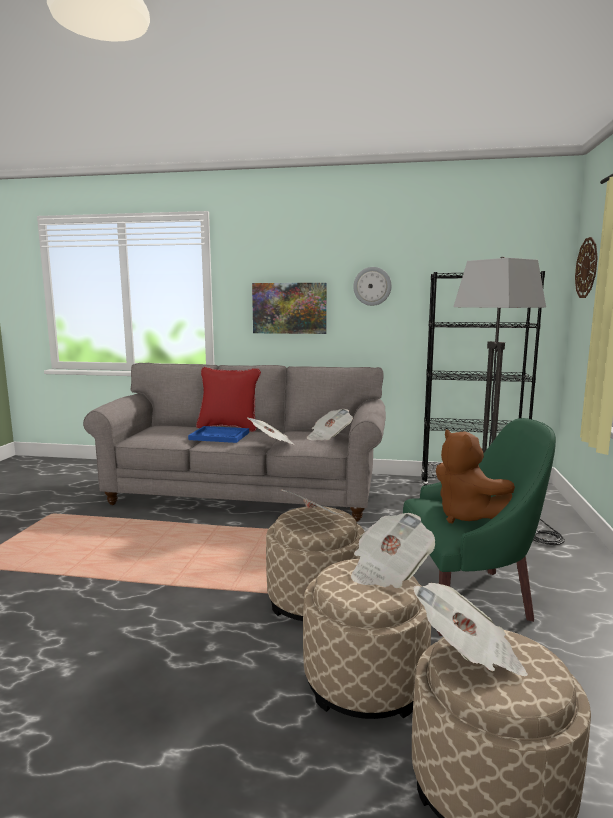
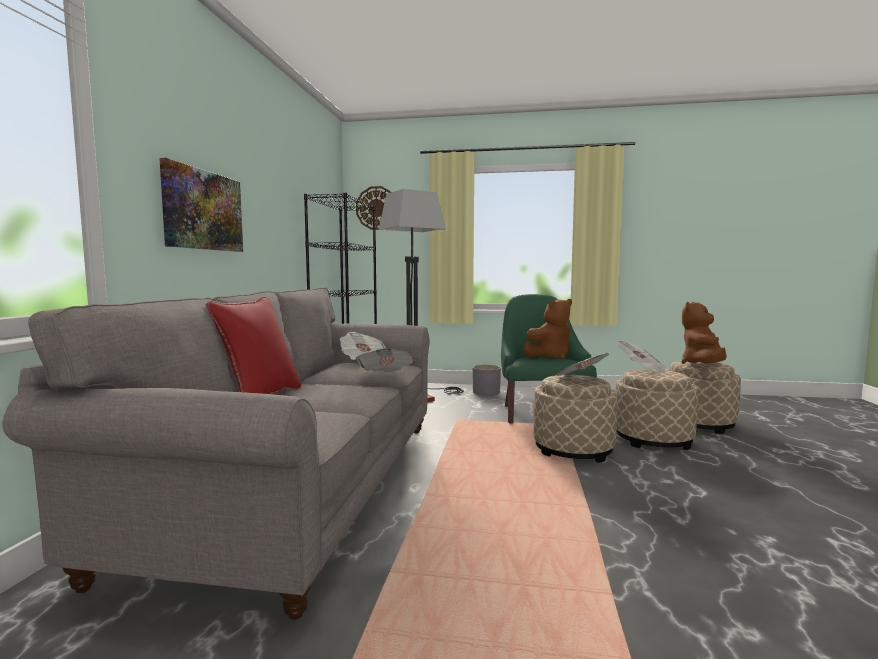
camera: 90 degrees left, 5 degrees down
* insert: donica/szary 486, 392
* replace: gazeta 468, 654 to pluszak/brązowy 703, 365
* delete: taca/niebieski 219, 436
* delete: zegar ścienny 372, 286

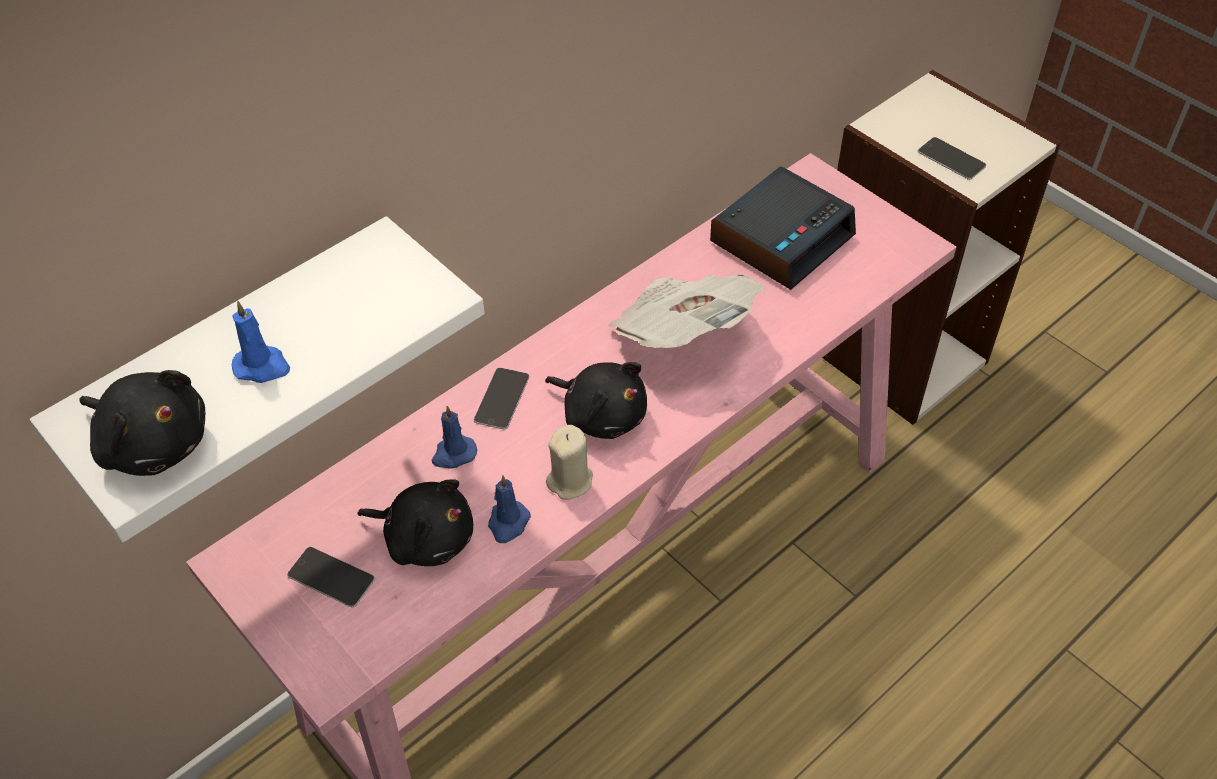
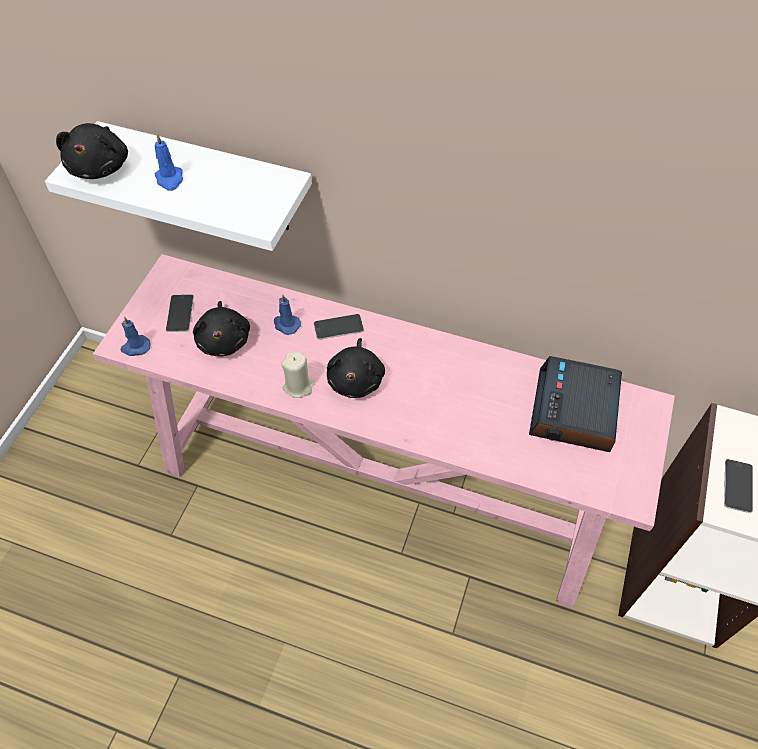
camera: 60 degrees right, 5 degrees up
* move: świeca/niebieski 508, 523 to 135, 347
* rotate: budzik 781, 238 = 574, 411 90 degrees clockwise
* delete: gazeta 683, 333

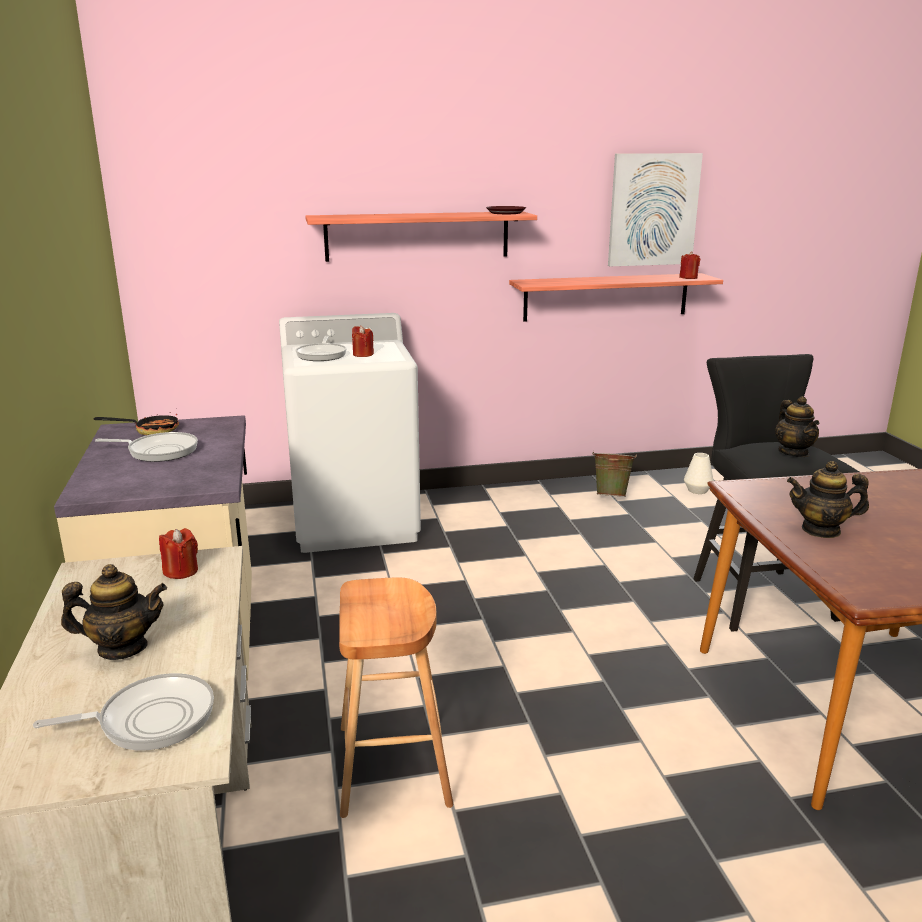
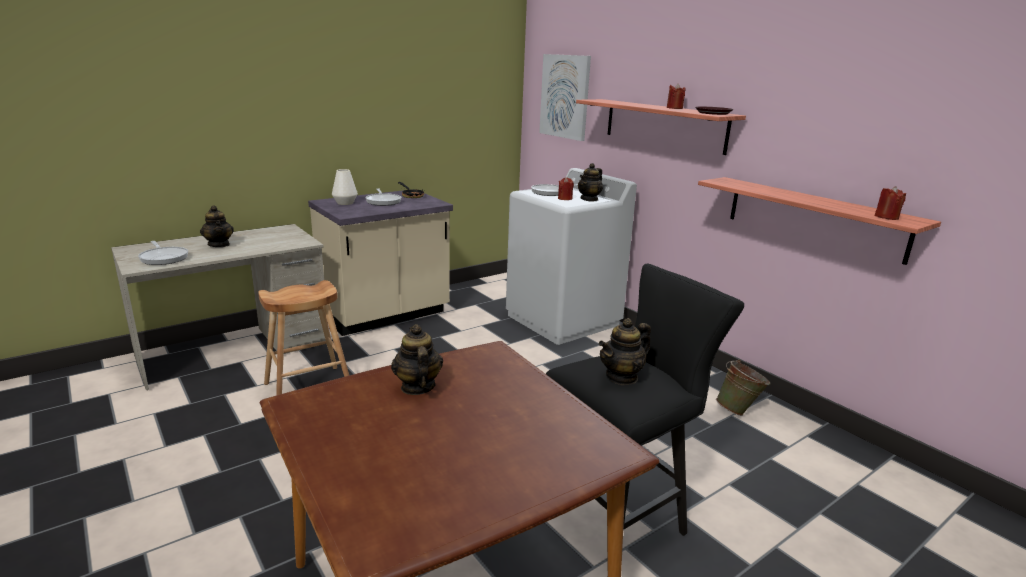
camera: 65 degrees right, 0 degrees up
* move: wazon/biały 697, 490 to 345, 203
* move: obraz 653, 210 to 565, 96
* insert: imbryk 589, 199
* move: świeca/czerwony 181, 571 to 674, 108

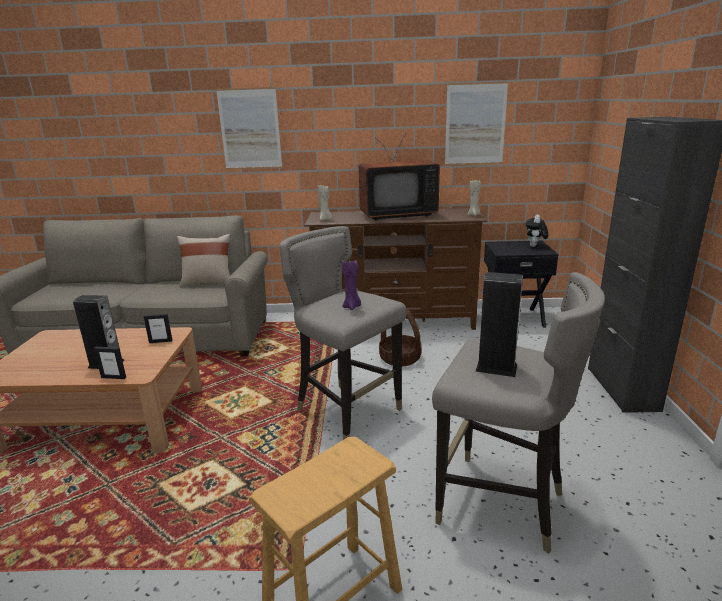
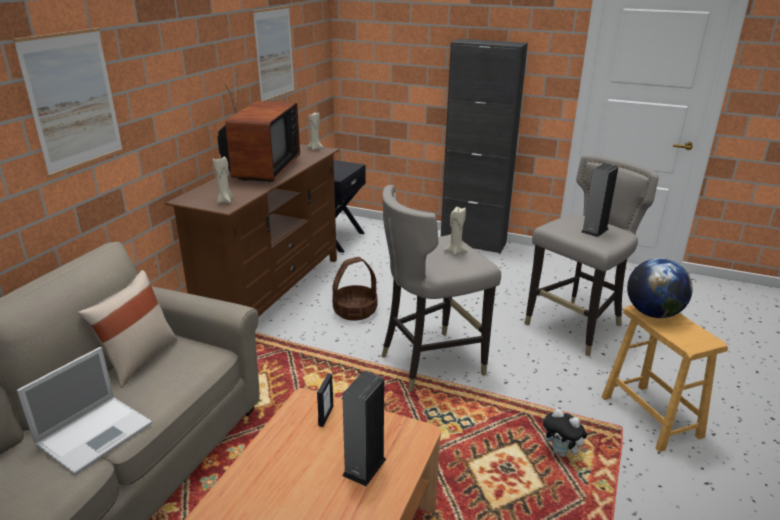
camera: 70 degrees left, 5 degrees up
* insert: laptop 96, 432
* recolor: świeca/fioletowy 352, 307 to świeca/beżowy 455, 252
* move: pluszak 535, 246 to 562, 452
* insert: globus 653, 313
* delete: ramka na zdjęcie 113, 377

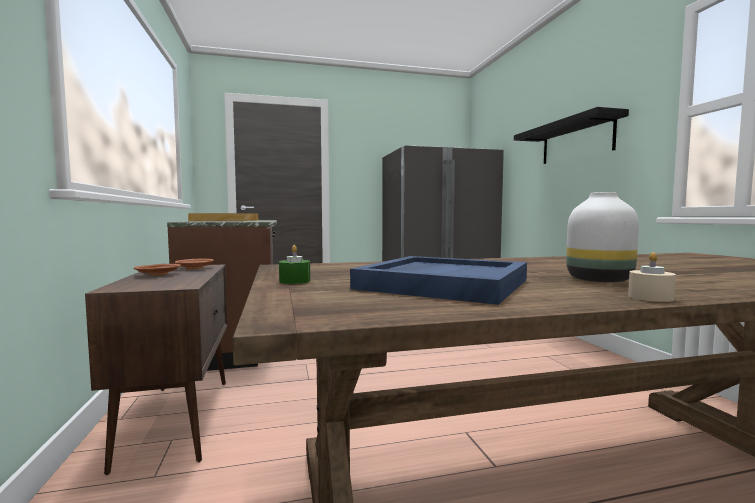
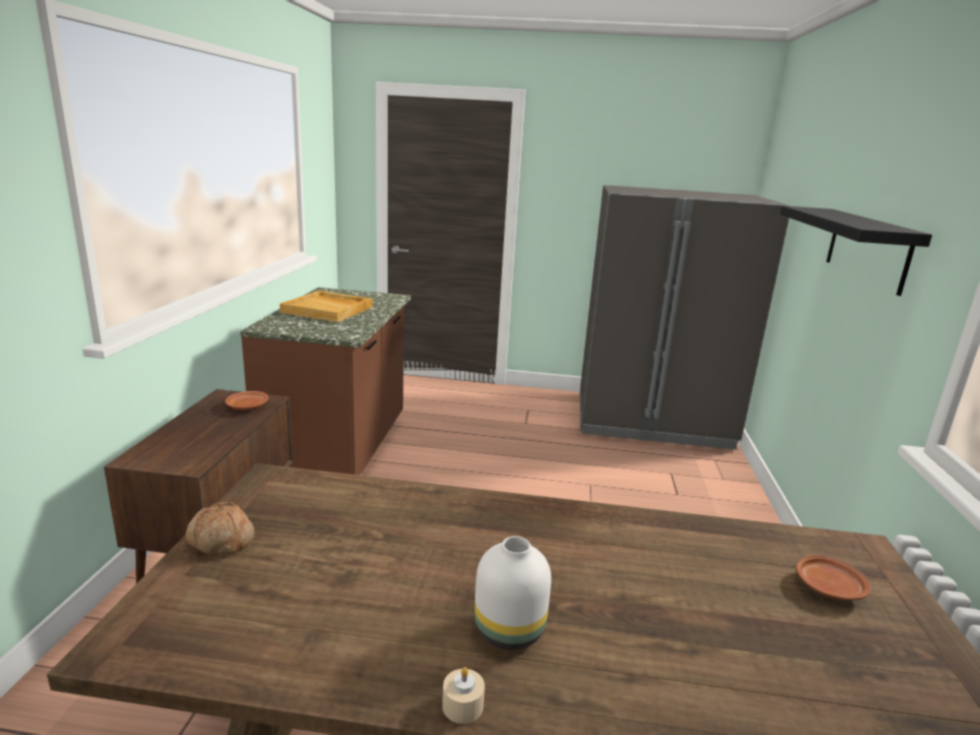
camera: 20 degrees right, 15 degrees up
* replace: świeca/zielony 294, 281 to chleb 220, 540
* move: talerz/brązowy 158, 274 to 829, 587
* delete: taca/niebieski 443, 284

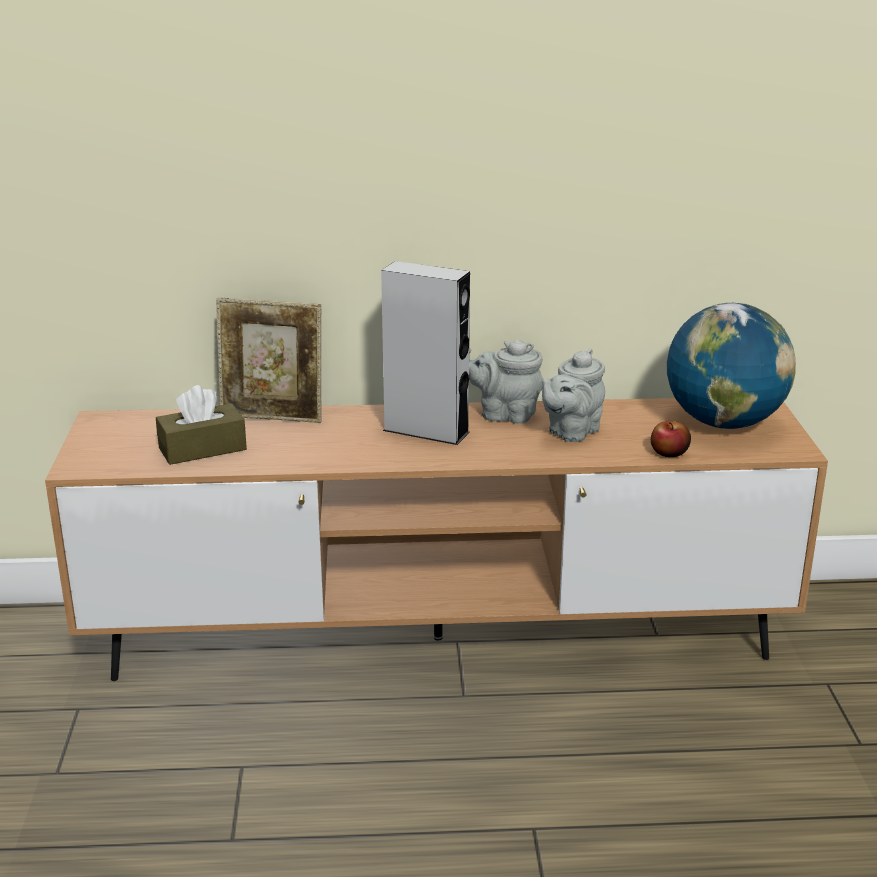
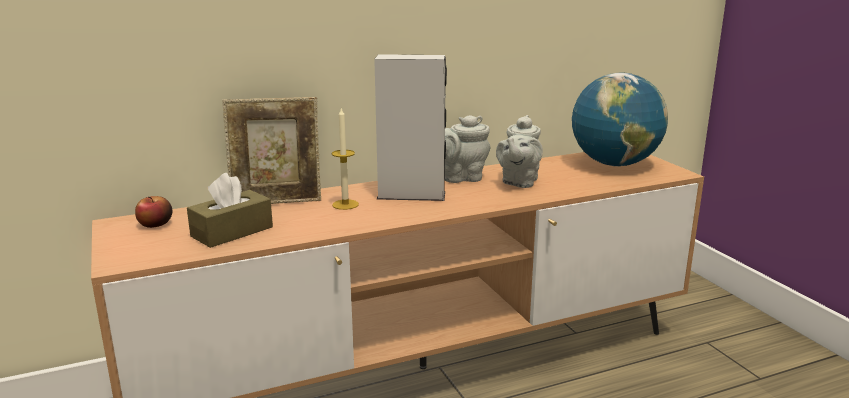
camera: 20 degrees left, 5 degrees down
* move: jabłko 669, 453 to 155, 224
* insert: świeca 345, 204

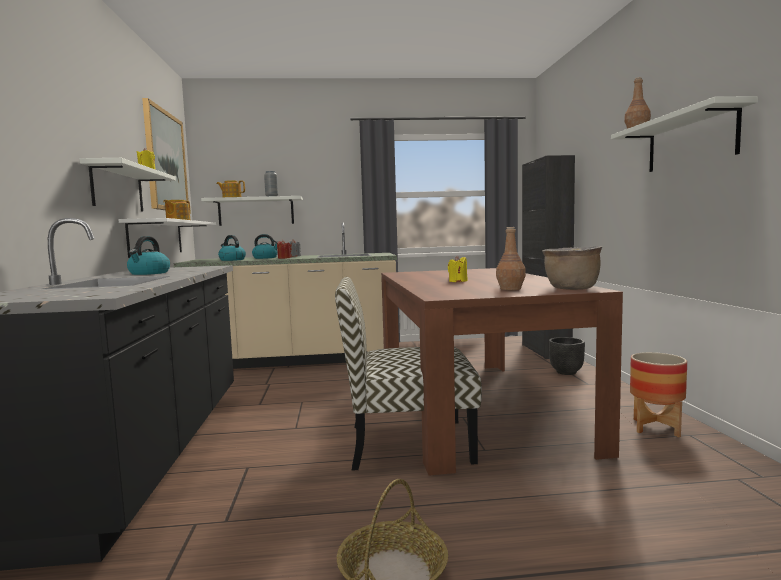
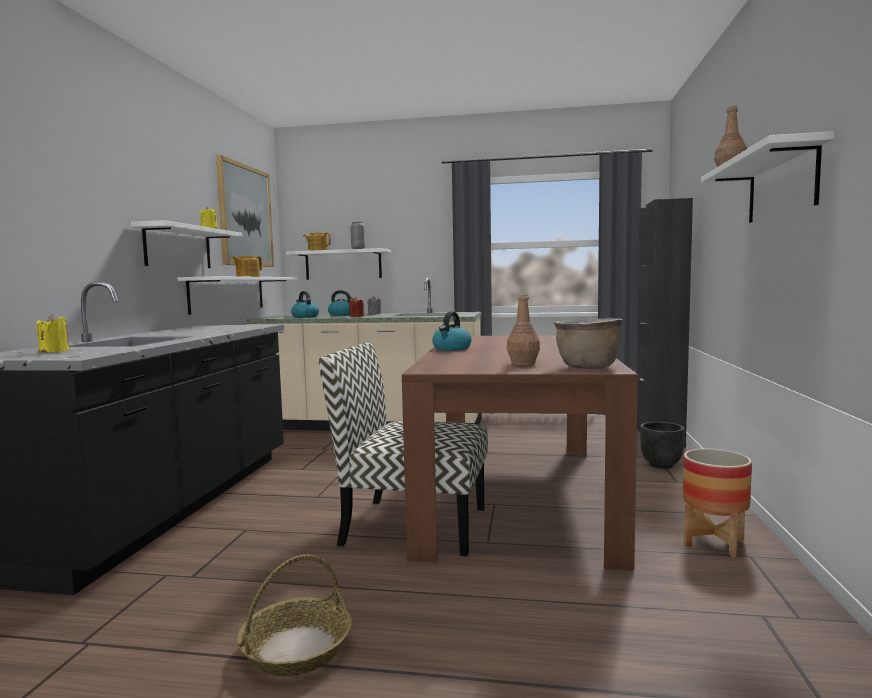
camera: 15 degrees right, 0 degrees up
* move: świeca/żółty 458, 281 to 54, 351
* move: czajnik 149, 273 to 451, 349

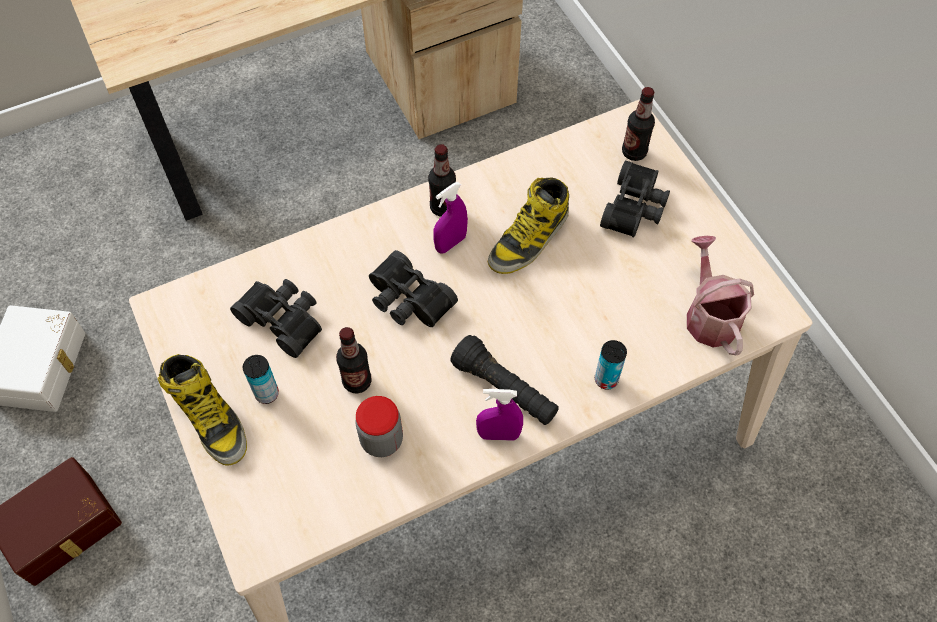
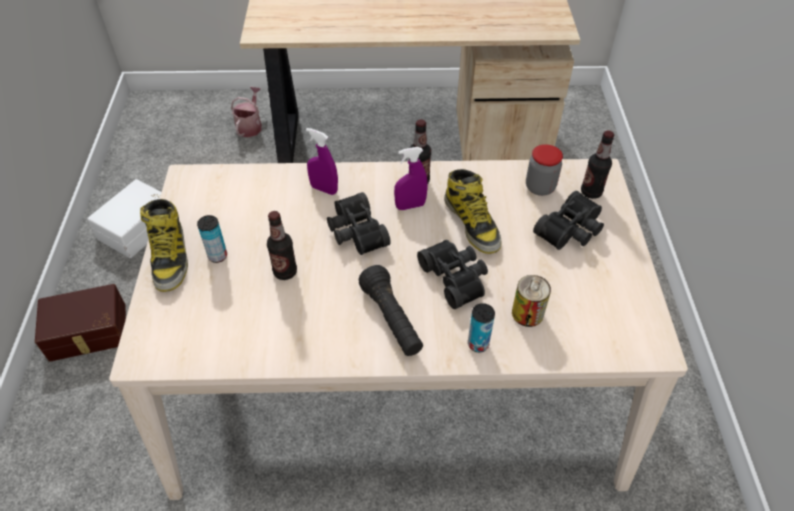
camera: 25 degrees right, 10 degrees down
* move: konewka 709, 315 to 250, 126
* move: spryskiwacz/fioletowy 498, 435 to 324, 189
* move: lornetka/czarny 284, 319 to 456, 277
* rotate: but z cholewką 529, 239 = 472, 223 90 degrees counterclockwise
* insert: puszka 527, 313
* move: słoik 382, 440 to 540, 187

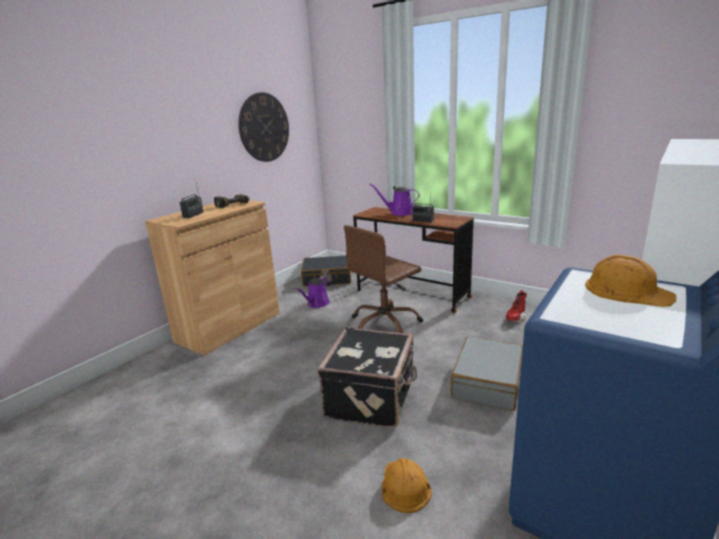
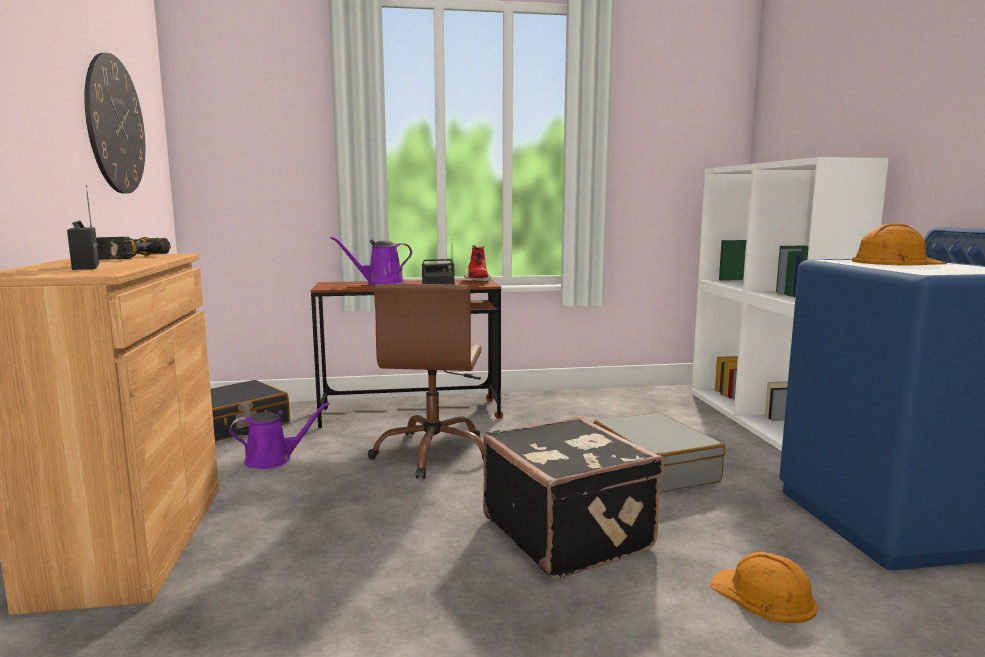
camera: 45 degrees left, 10 degrees down
* rotate: konewka/fioletowy 316, 304 = 273, 460 90 degrees counterclockwise
* move: but z cholewką/czerwony 515, 318 to 478, 281

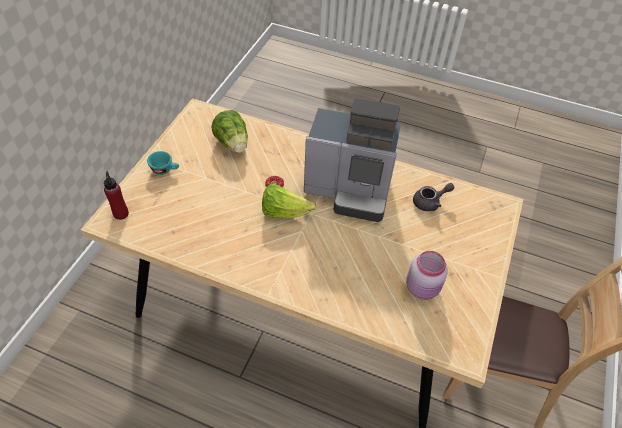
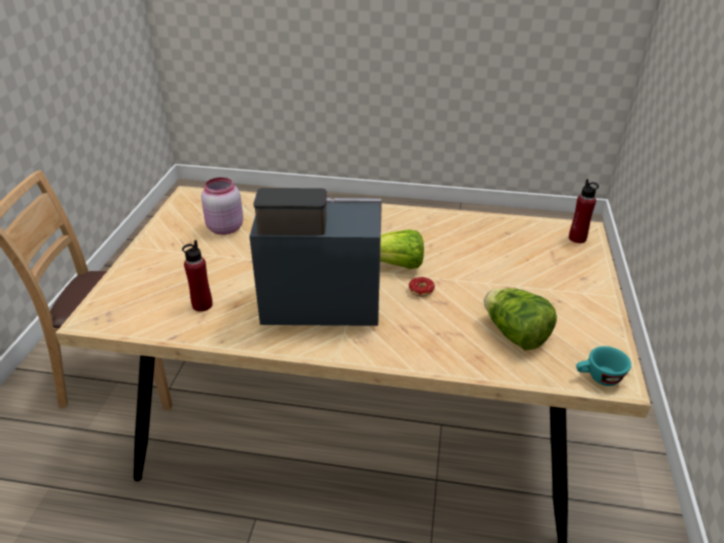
camera: 170 degrees right, 15 degrees down
* replace: imbryk/szary 430, 202 to butelka/czerwony 202, 305
* move: filiżanka/turkusowy 165, 170 to 598, 378

